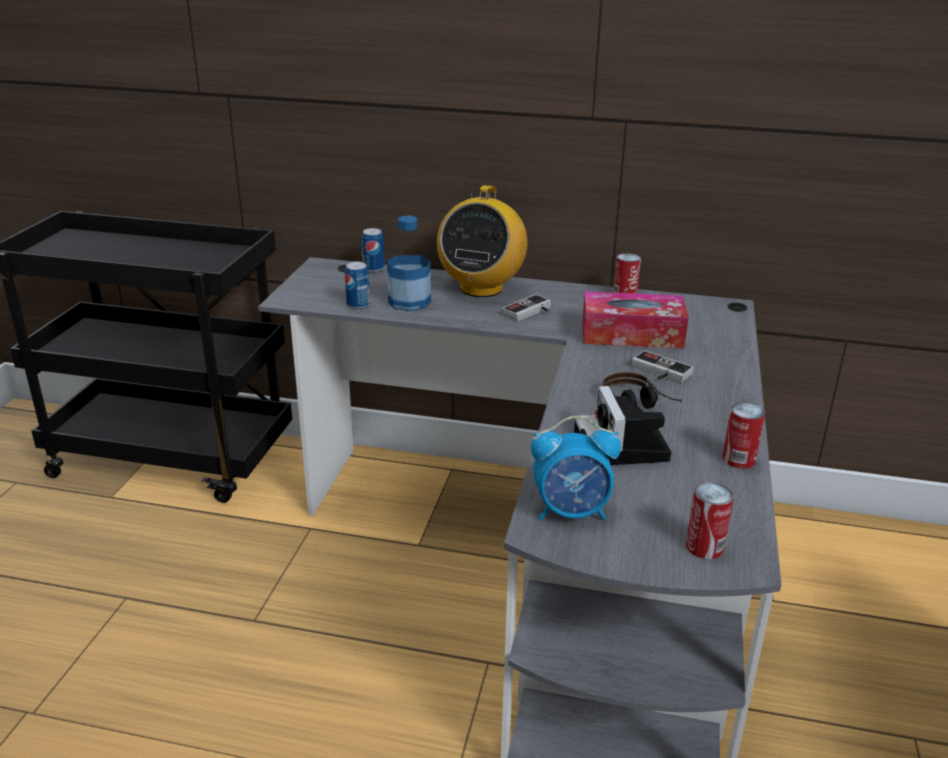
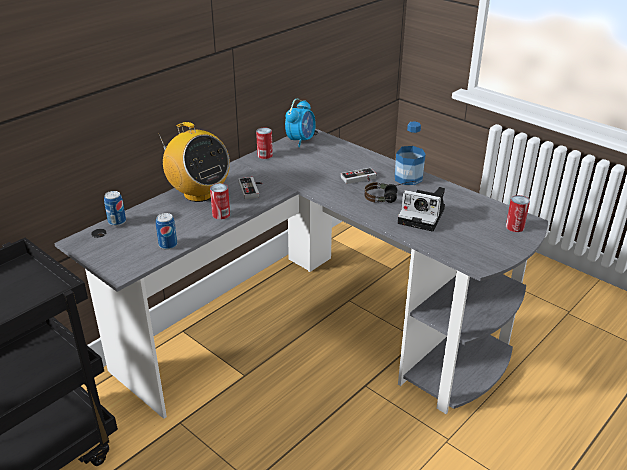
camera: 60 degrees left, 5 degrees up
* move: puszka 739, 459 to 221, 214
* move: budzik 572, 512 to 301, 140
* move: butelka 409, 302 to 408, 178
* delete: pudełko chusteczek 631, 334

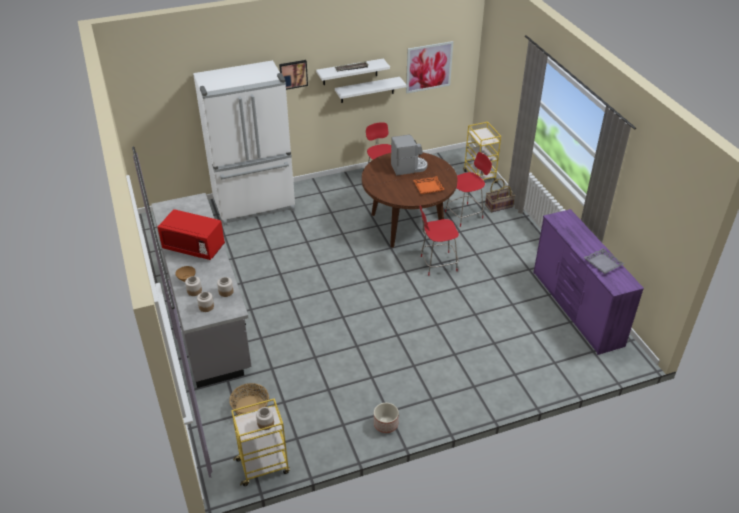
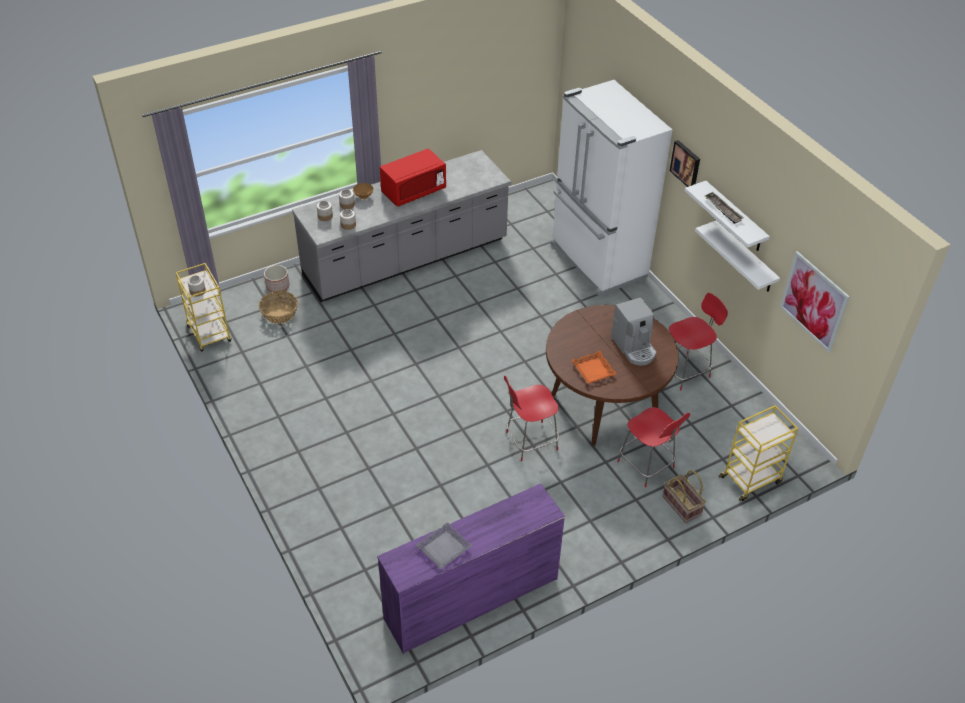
camera: 80 degrees right, 5 degrees up
* move: donica 385, 424 to 277, 286
* rotate: mikrofalówka/czerwony 194, 247 = 413, 192 135 degrees counterclockwise
* rotate: krzesło/czerwony 437, 264 = 529, 441 90 degrees counterclockwise

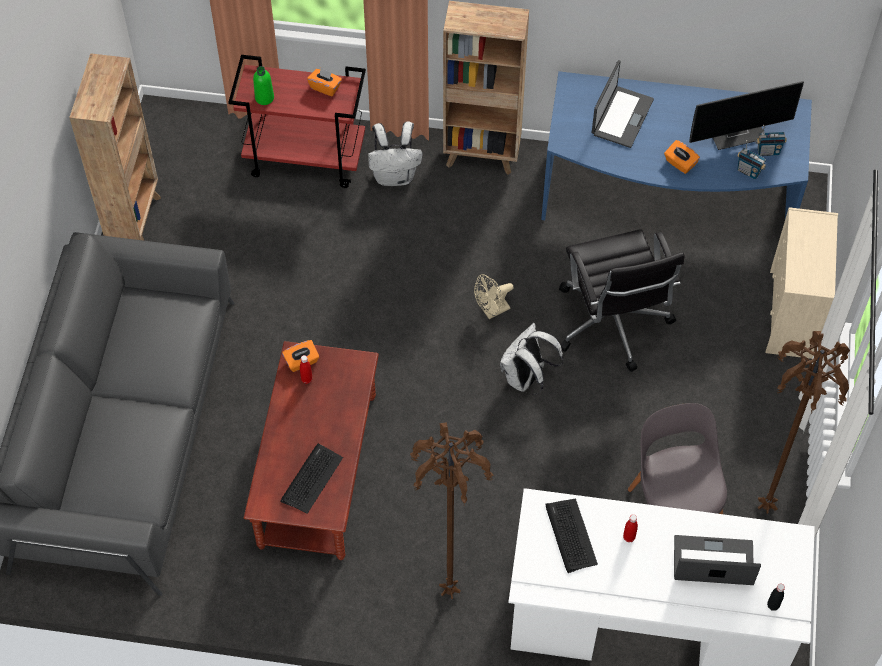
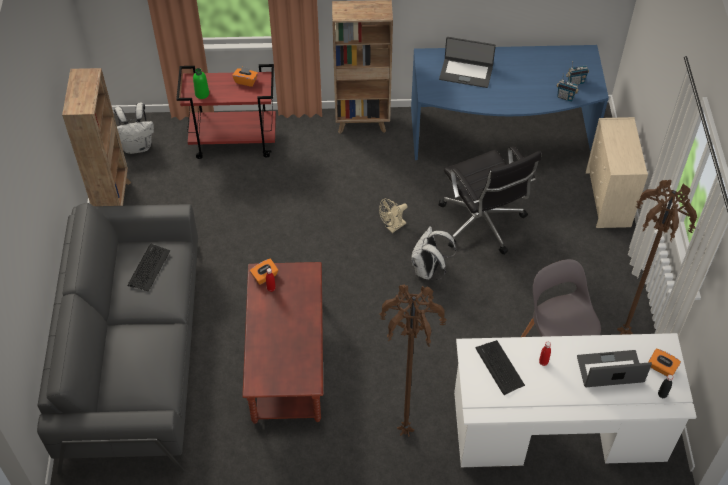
camera: 10 degrees left, 5 degrees down
* move: plecak/biały 395, 176 to 138, 146
* move: klawiatura 311, 479 to 149, 268
* rotate: laptop 621, 117 = 466, 72 90 degrees clockwise
* move: pudełko chusteczek/pomarańczowy 680, 163 to 661, 368
* delete: monitor 737, 132

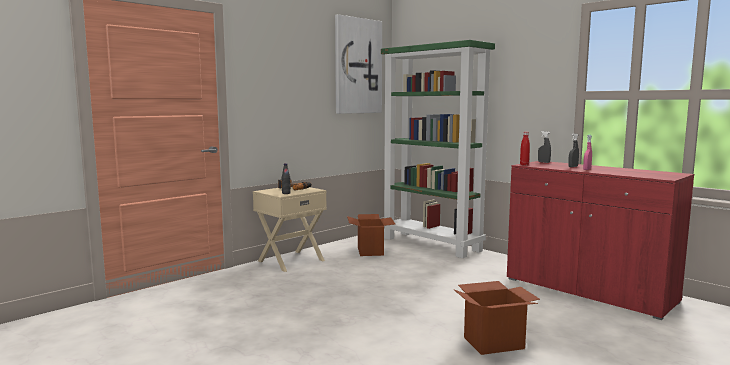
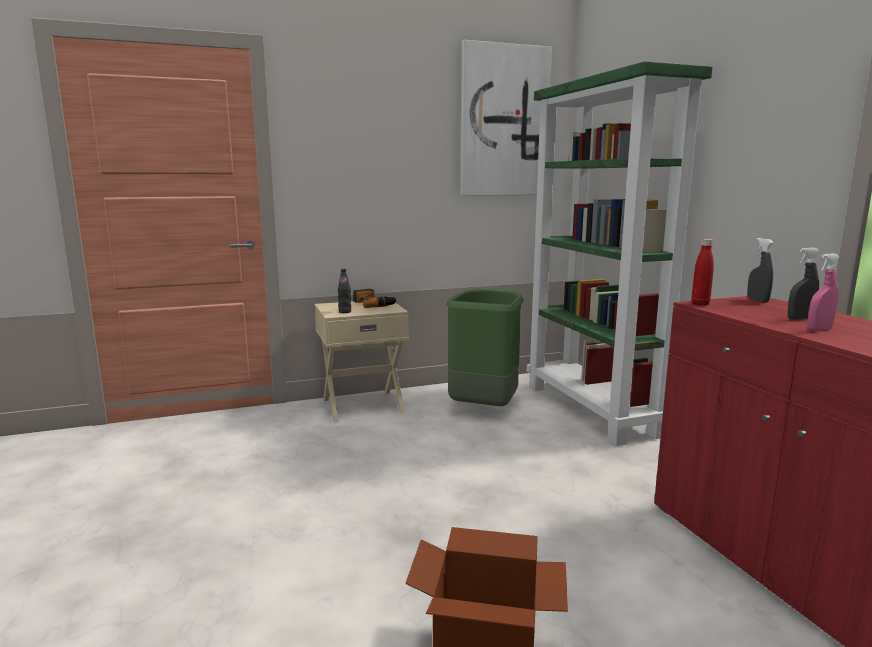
camera: 25 degrees right, 5 degrees up
* replace: karton 370, 251 to kosz na śmieci/zielony 484, 407

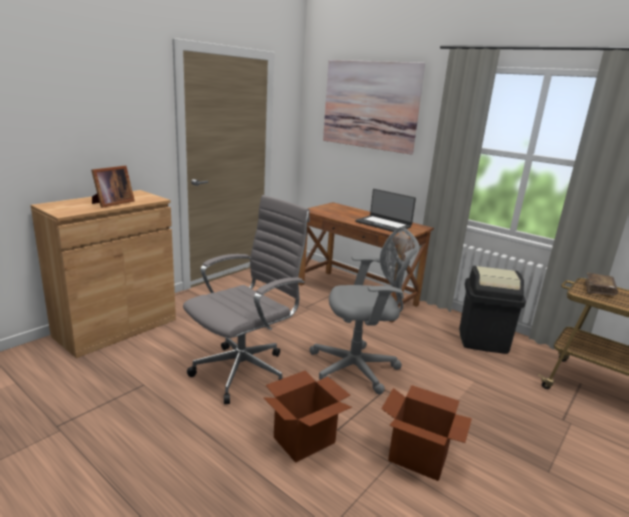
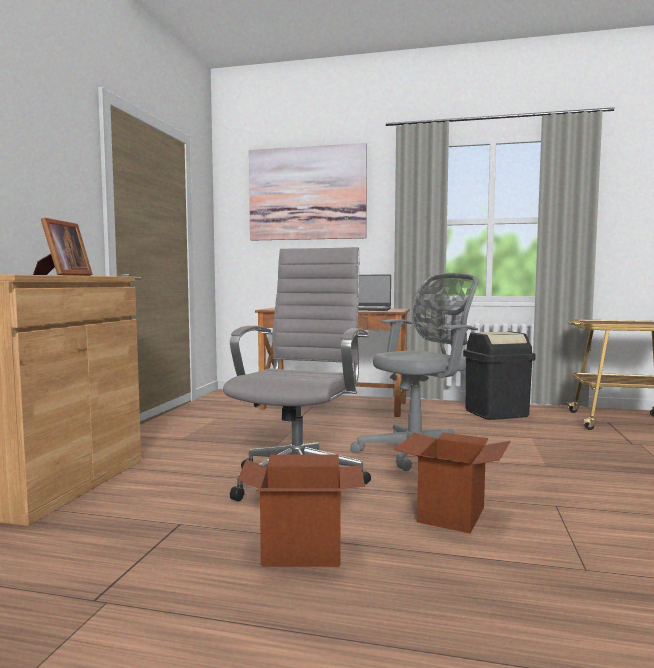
camera: 25 degrees left, 15 degrees down
* move: karton 418, 457 to 302, 551
* delete: książka/brązowy 599, 289

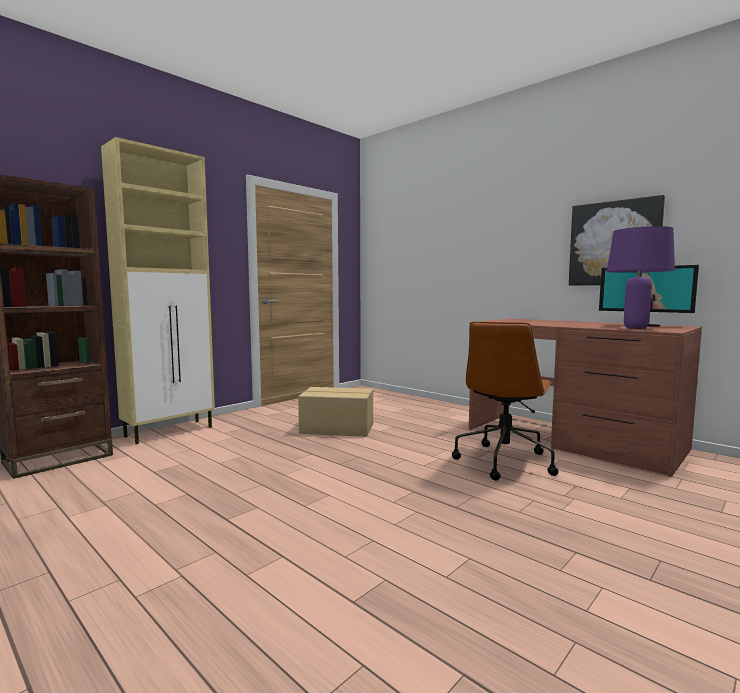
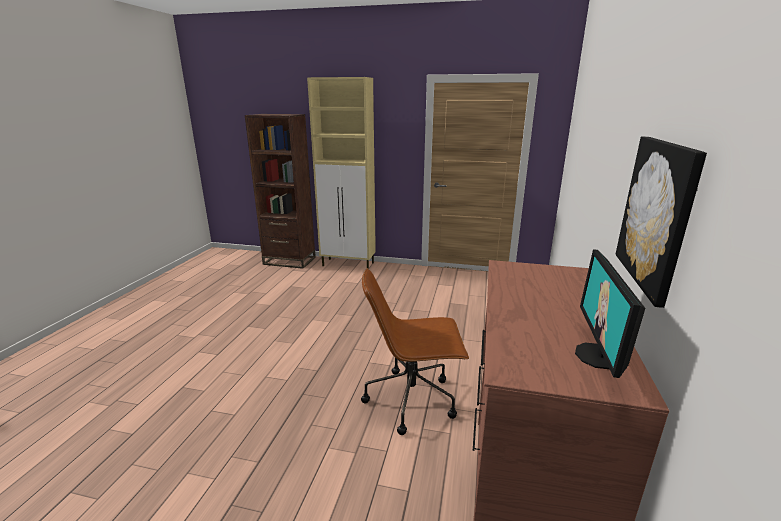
camera: 60 degrees right, 15 degrees up
* delete: karton 337, 429
* delete: lampa stołowa/fioletowy 635, 328

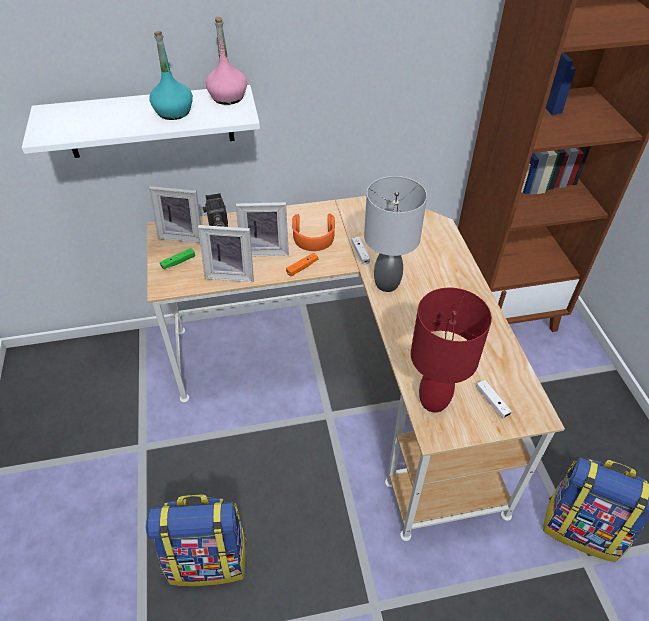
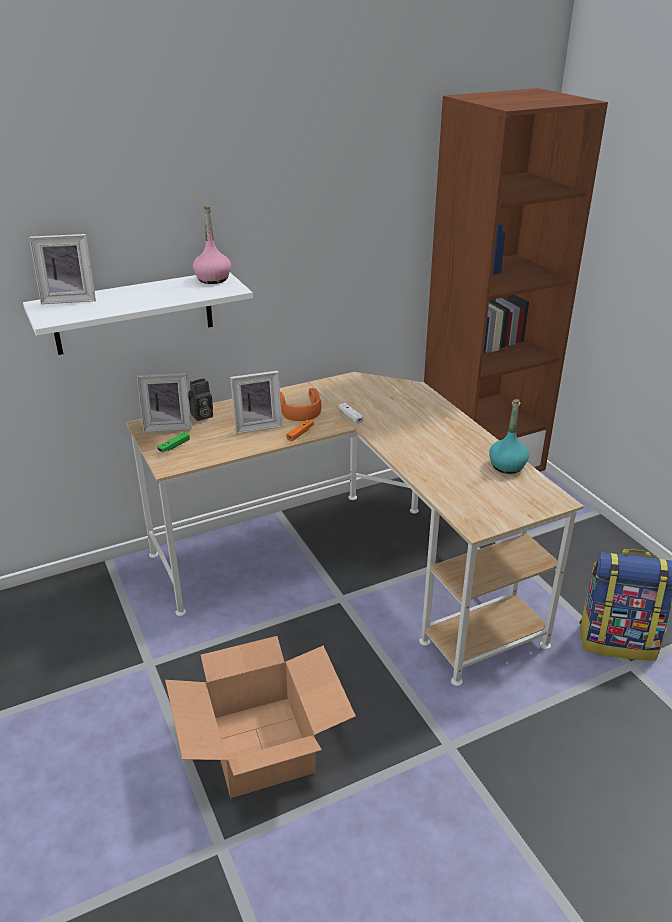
camera: 15 degrees left, 15 degrees down
* move: ramka na zdjęcie 231, 273 to 69, 299
* replace: plecak 209, 559 to karton 262, 745
* move: butelka/turkusowy 173, 112 to 507, 466
* delete: lampa stołowa/szary 386, 283
* delete: lampa stołowa/czerwony 432, 401
* delete: pad do gier/biały 492, 402

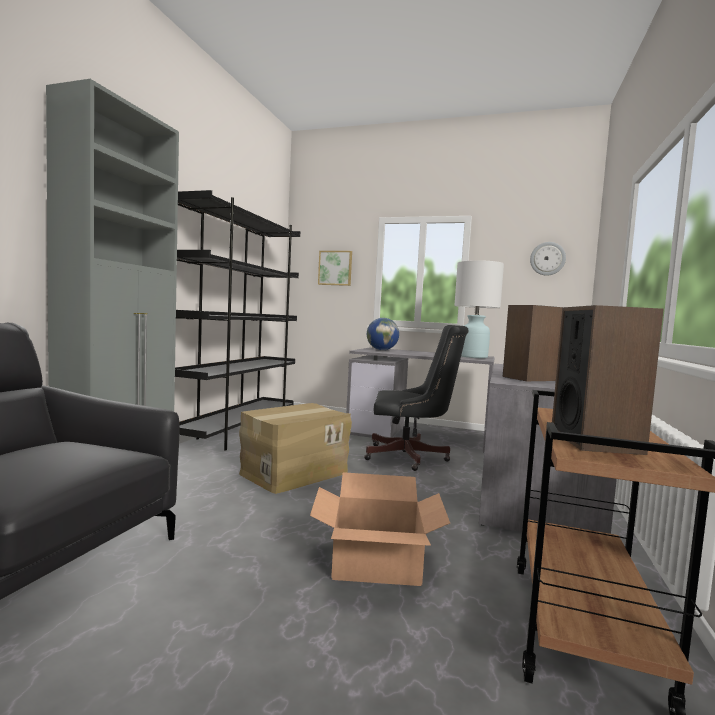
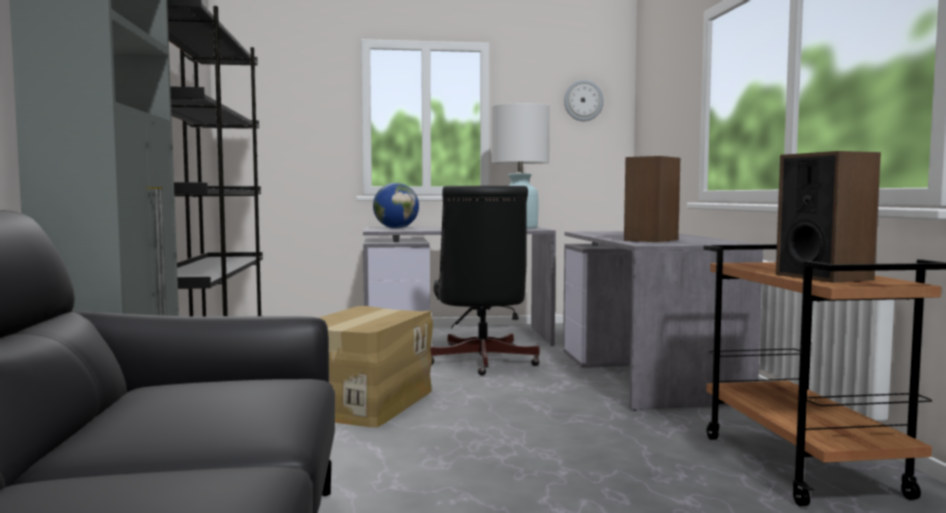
camera: 25 degrees left, 0 degrees up
* rotate: krzesło biurowe/czarny 411, 457 = 481, 363 105 degrees clockwise
* delete: karton 376, 562
* delete: obraz 335, 268

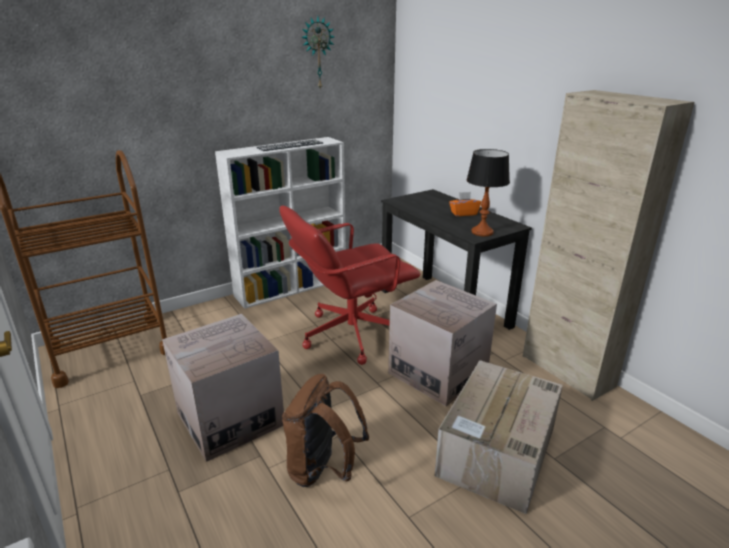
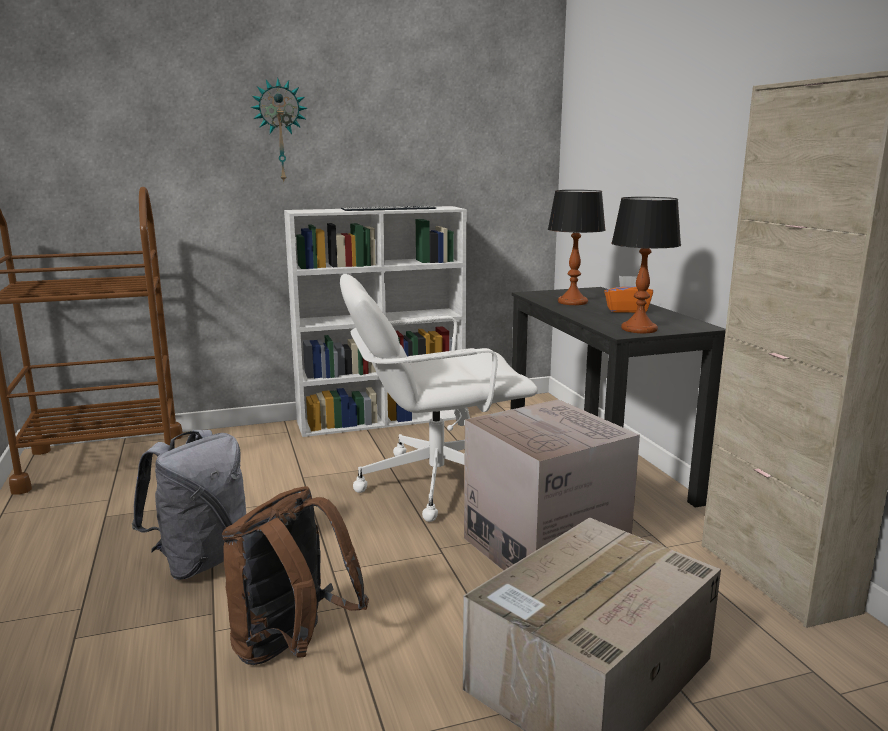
camera: 15 degrees right, 10 degrees down
* replace: karton 230, 418 to plecak/szary 201, 561
* move: zegar ścienny 317, 53 to 280, 131
* recolor: krzesło biurowe/czerwony 350, 334 to krzesło biurowe/biały 433, 483
* insert: lampa stołowa 572, 302

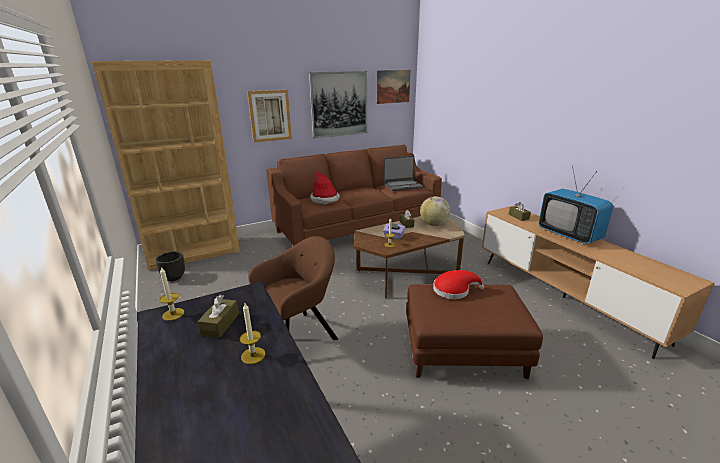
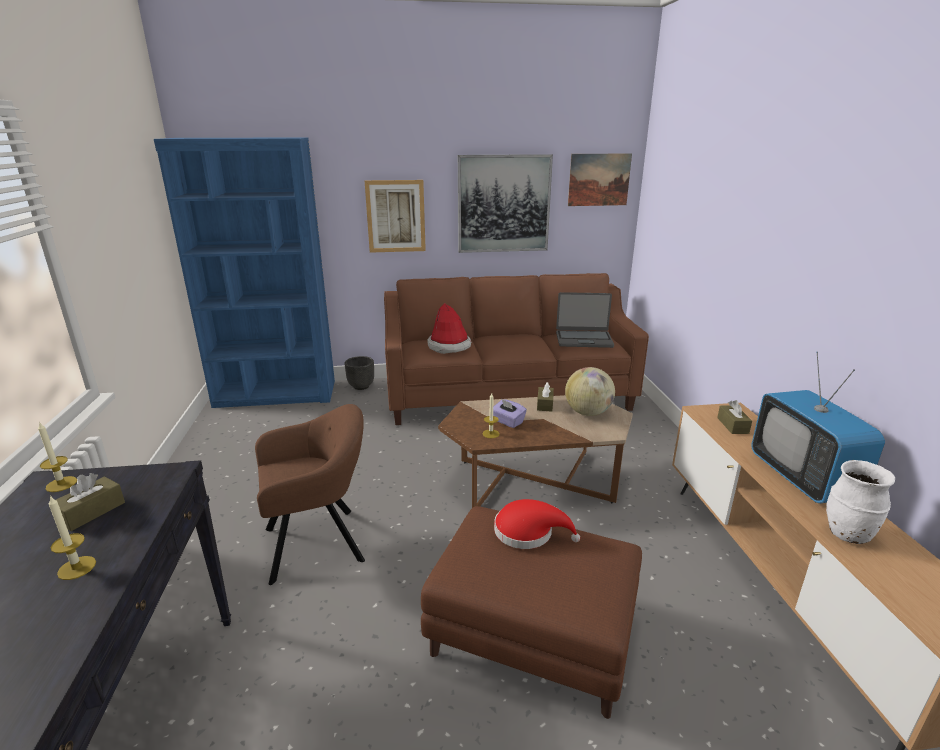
camera: 20 degrees right, 0 degrees up
* recolor: regał/brązowy 195, 253 to regał/niebieski 276, 394
* move: donica/czarny 174, 277 to 361, 386
* insert: wazon/biały 847, 534

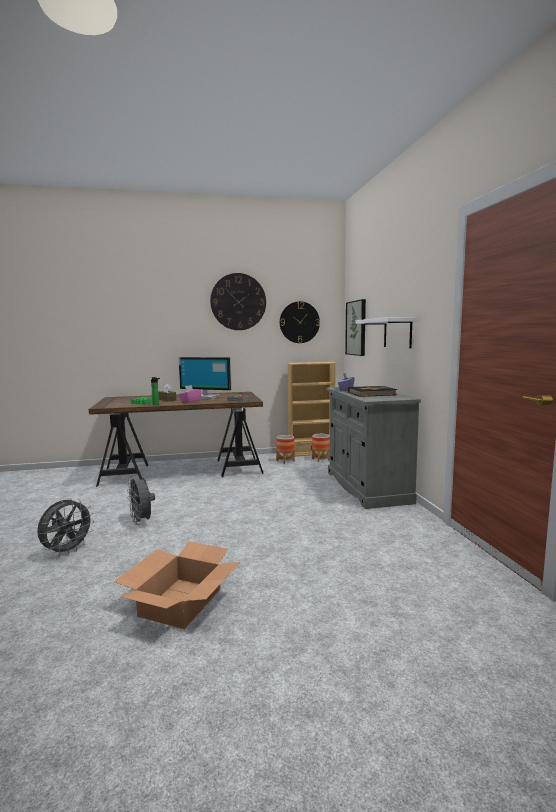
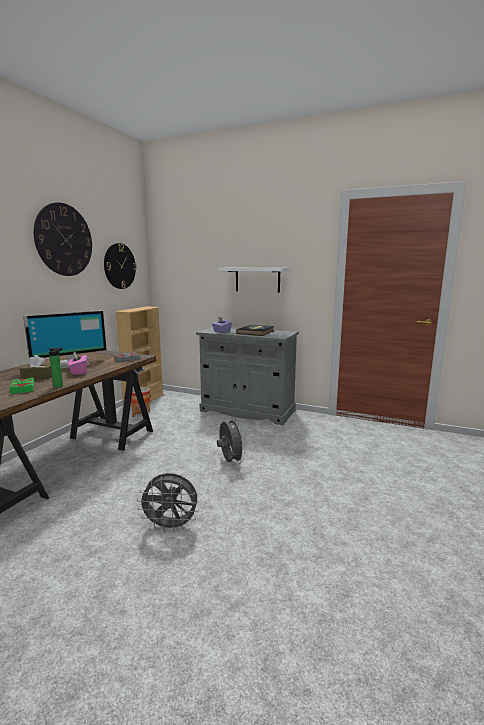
camera: 55 degrees left, 5 degrees up
* move: wentylator/szary 67, 551 to 230, 461
* delete: karton 180, 602
* delete: donica 321, 459
* delete: obraz 356, 328

